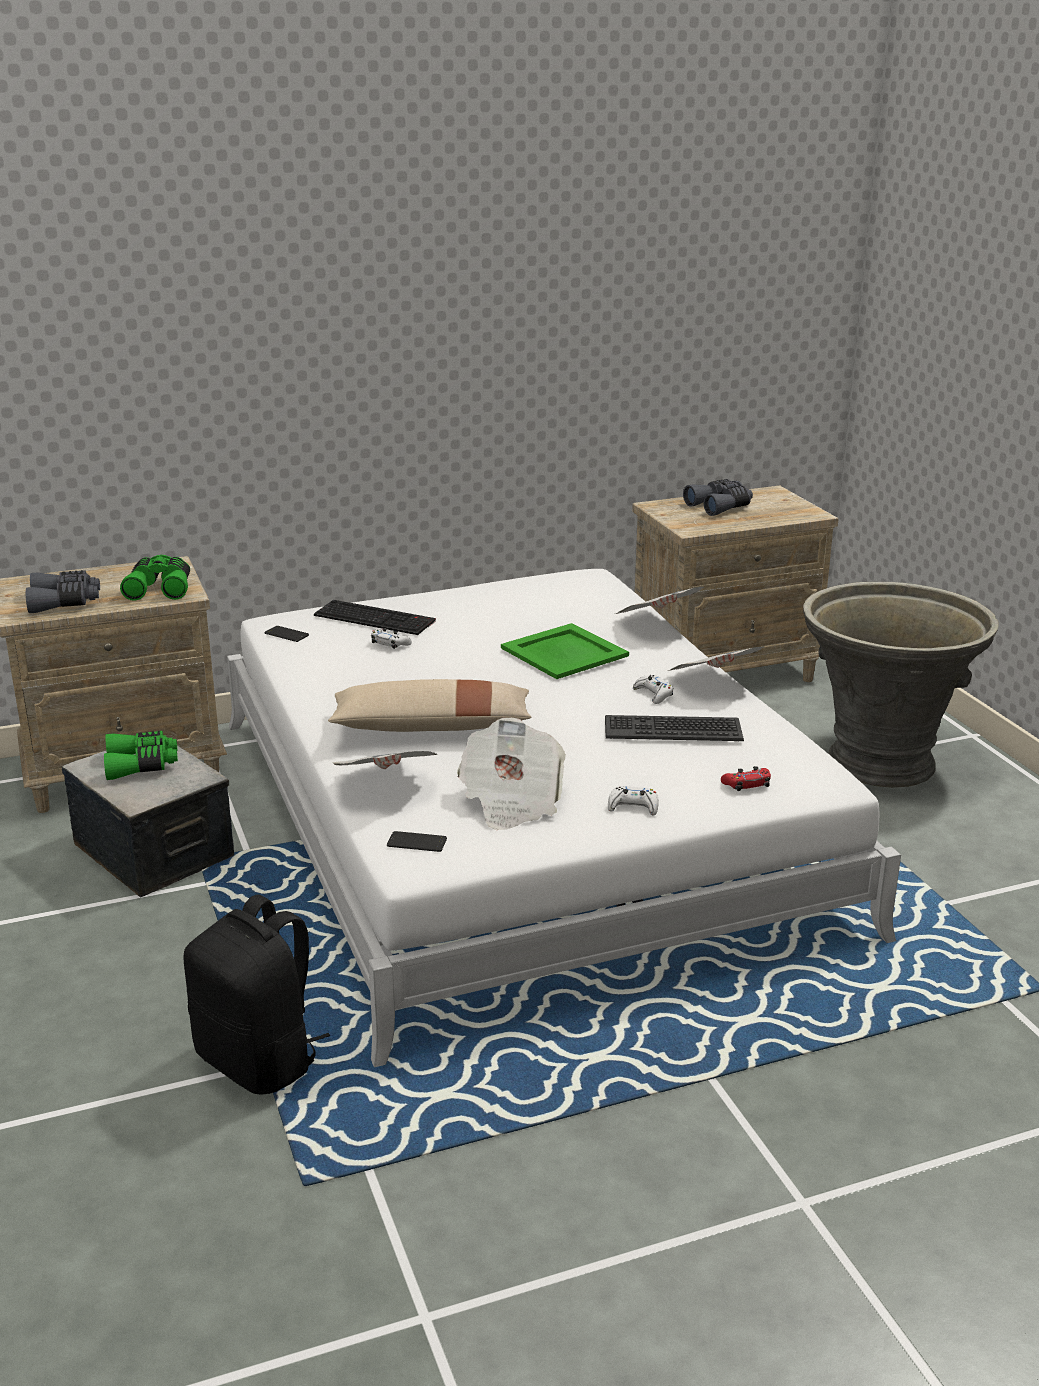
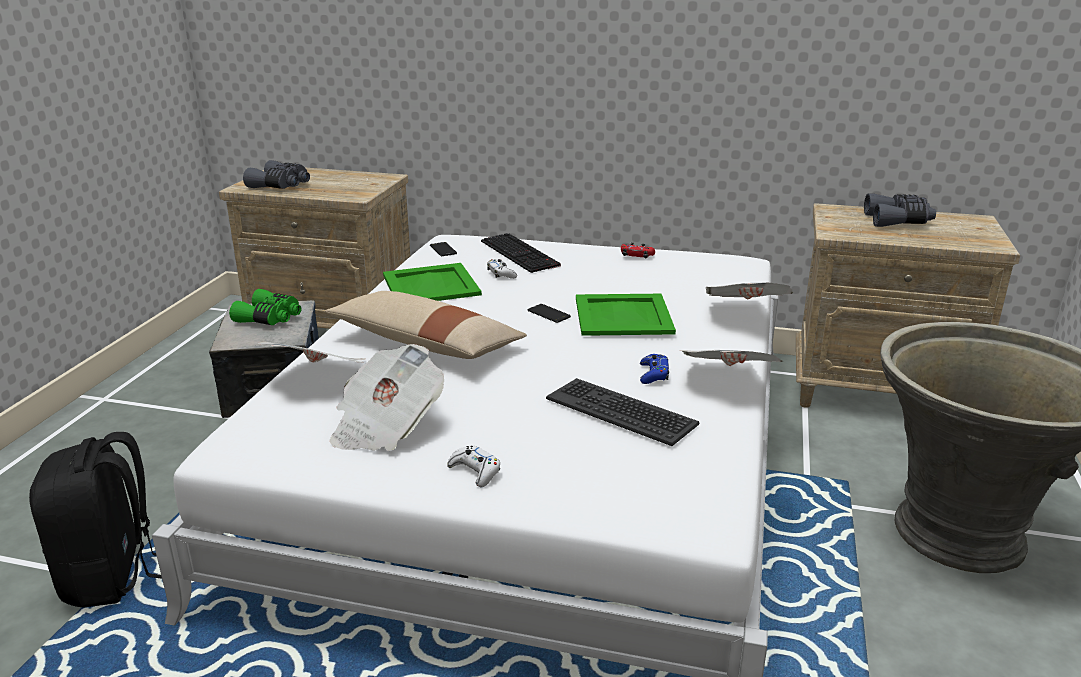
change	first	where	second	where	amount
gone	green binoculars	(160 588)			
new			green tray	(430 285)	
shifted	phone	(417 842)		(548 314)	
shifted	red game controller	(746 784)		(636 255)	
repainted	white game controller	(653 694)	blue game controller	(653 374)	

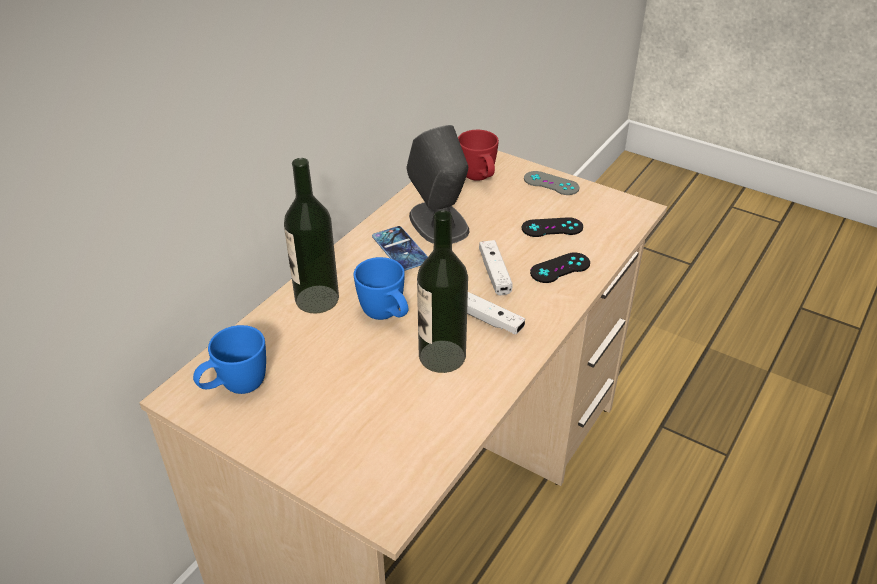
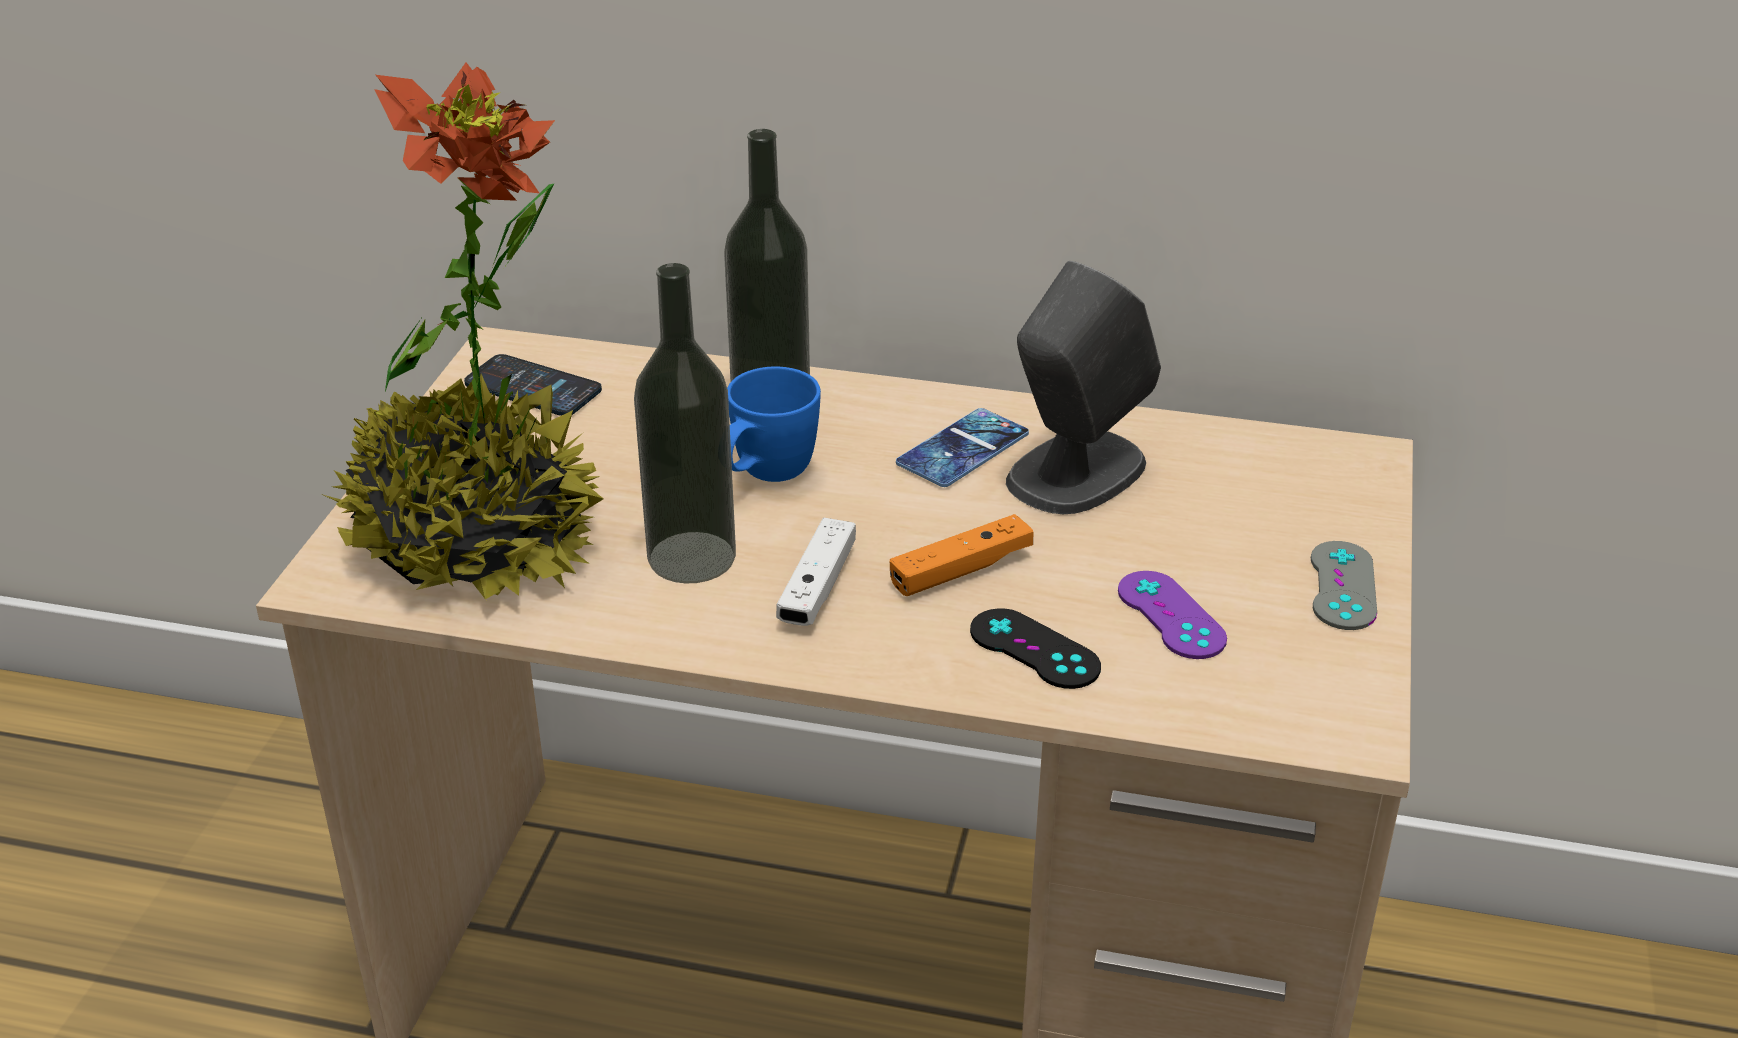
change	first	where	second	where	amount
gone	red mug	(479 179)			
new			potted plant	(476 539)	
swapped	blue mug	(235 388)	phone	(533 388)	
repainted	white game controller	(494 273)	orange game controller	(961 569)	
repainted	black game controller	(552 228)	purple game controller	(1171 615)	

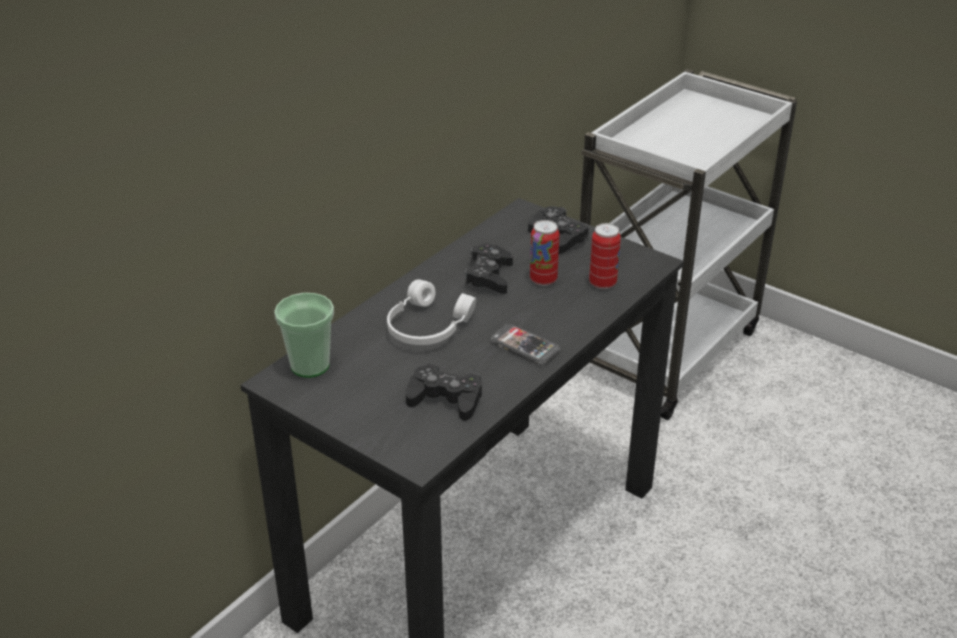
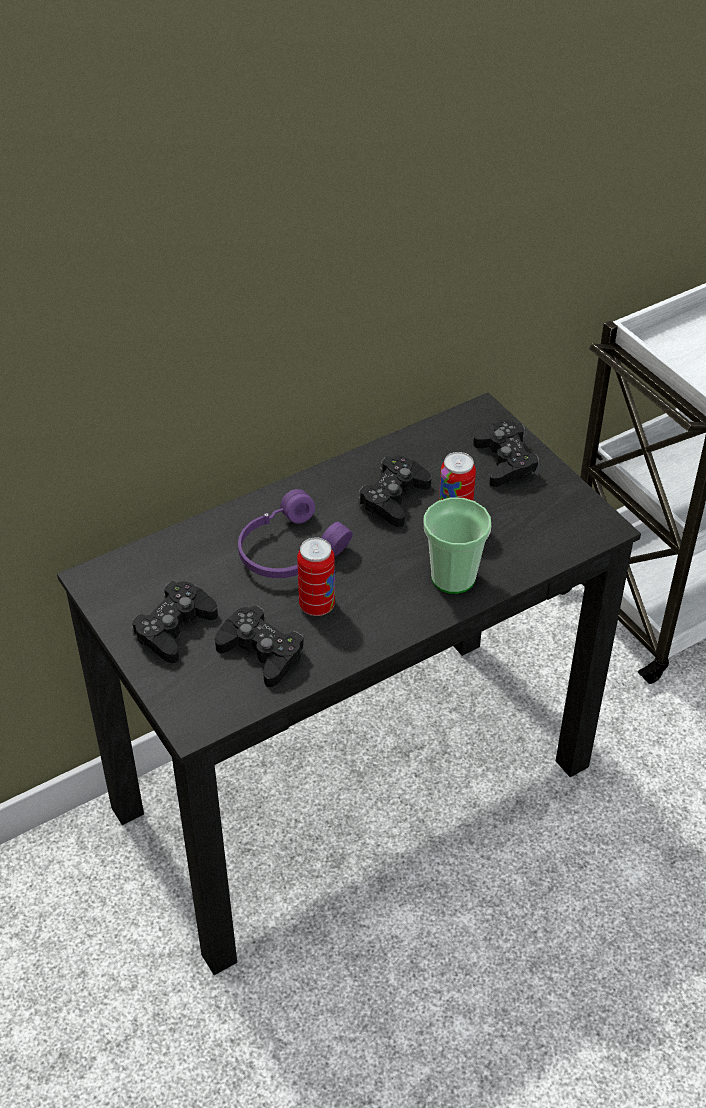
change	first	where	second	where	amount
gone	phone	(525 347)			
new			black game controller	(174 628)	
shifted	cup	(310 365)		(453 577)	
shifted	can	(602 283)		(317 605)	
repainted	white headphones	(426 327)	purple headphones	(288 550)	

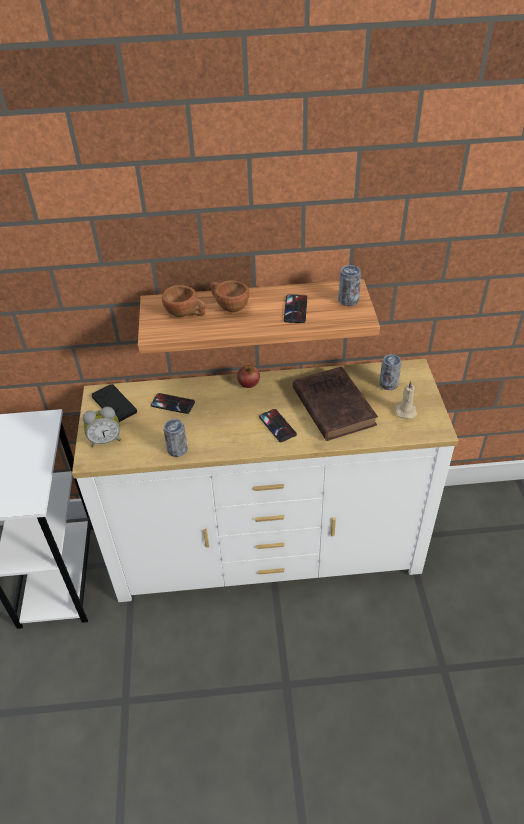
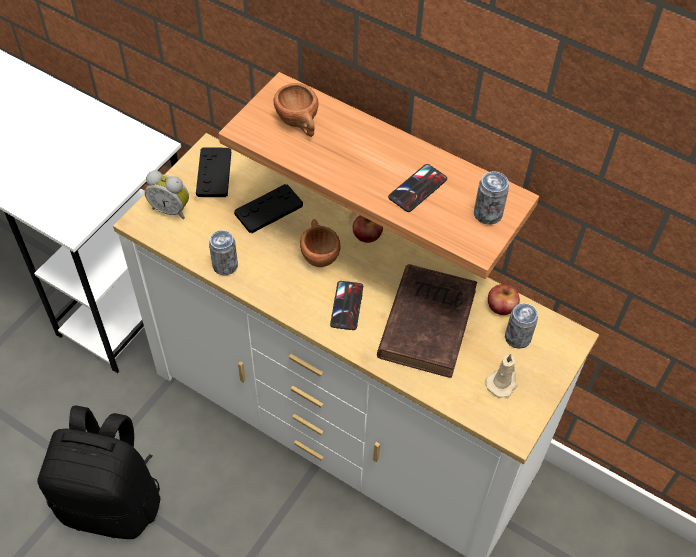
change	first	where	second	where	amount
new			black backpack	(113 502)	
new			apple	(501 305)	
shifted	brown cup	(229 306)		(319 252)	
swapped	phone	(173 404)	black game controller	(268 209)	

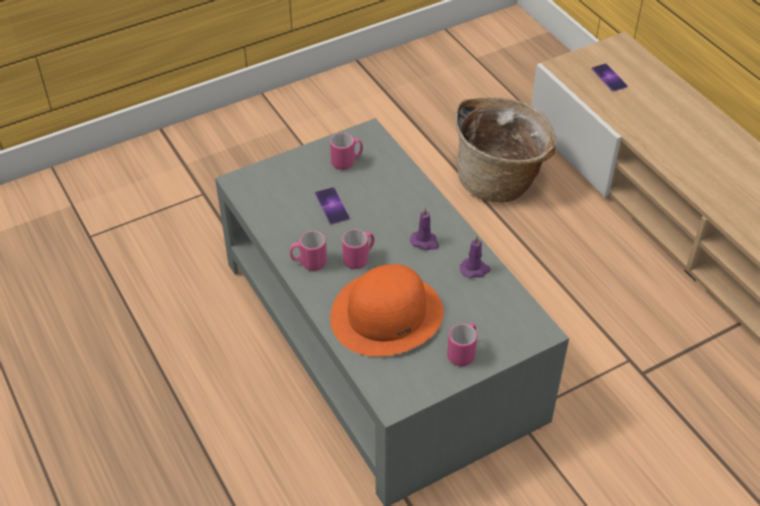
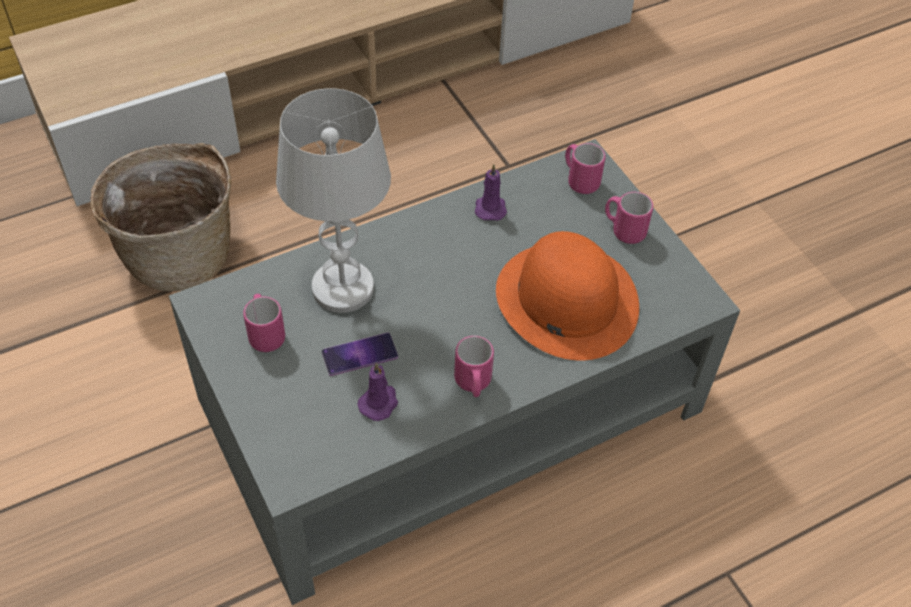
change	first	where	second	where	amount
gone	phone	(609 77)			
new			white table lamp	(342 288)	
shifted	pink mug	(359 258)		(579 180)	
shifted	purple candle	(425 242)		(379 402)	

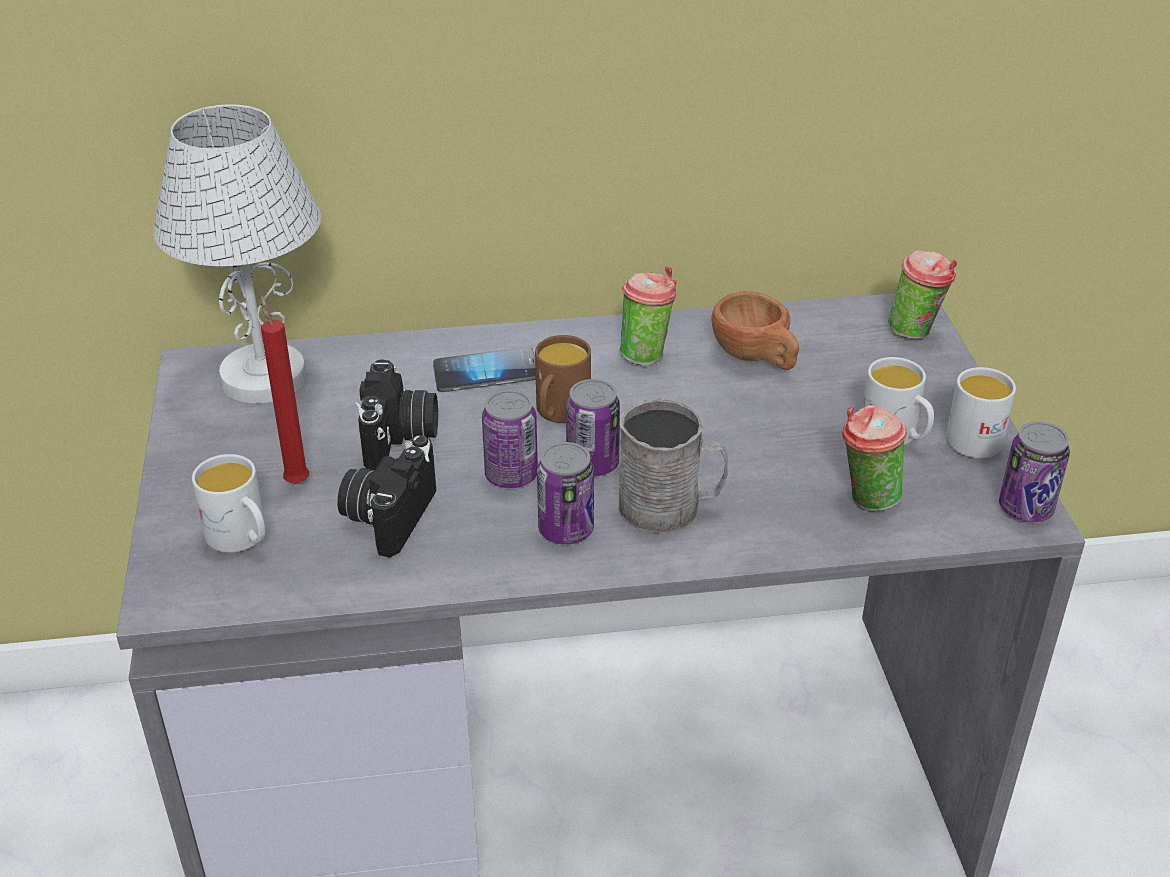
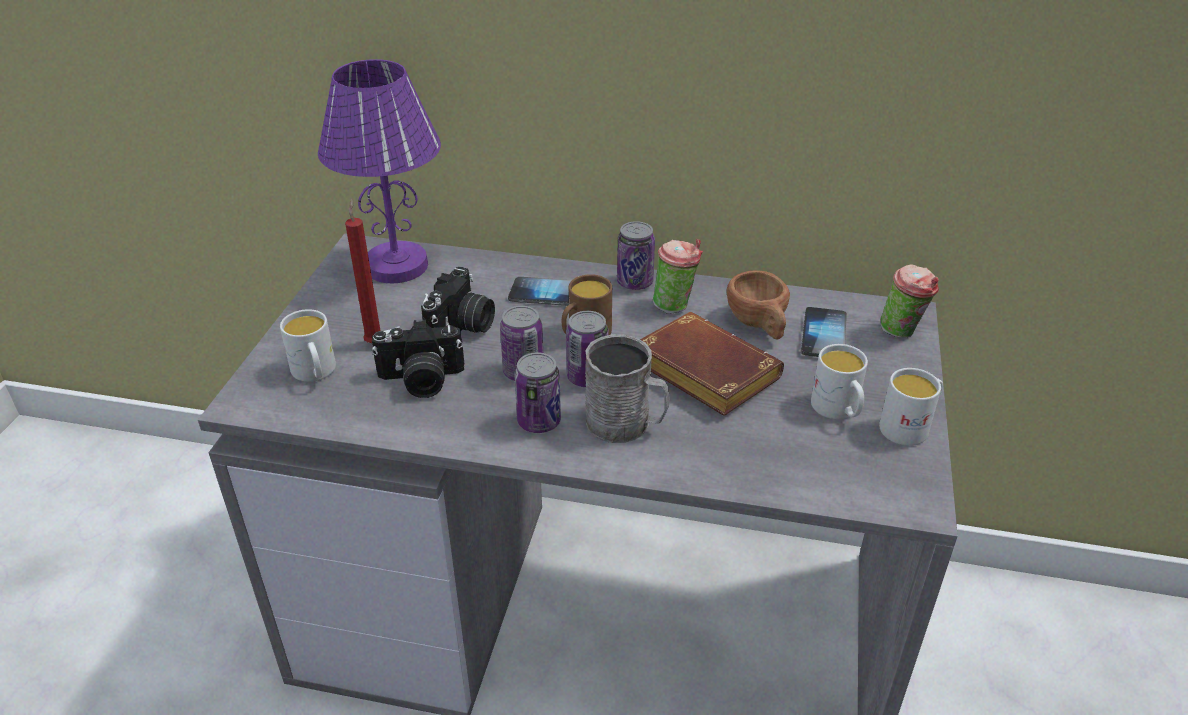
change	first	where	second	where	amount
gone	cup	(865 499)			
new			brown book	(700 372)	
new			phone	(823 335)	
shifted	can	(1025 508)		(635 282)	
repainted	white table lamp	(264 376)	purple table lamp	(397 265)	
rotated	photo camera	(388 515)		(421 381)	135 degrees counterclockwise

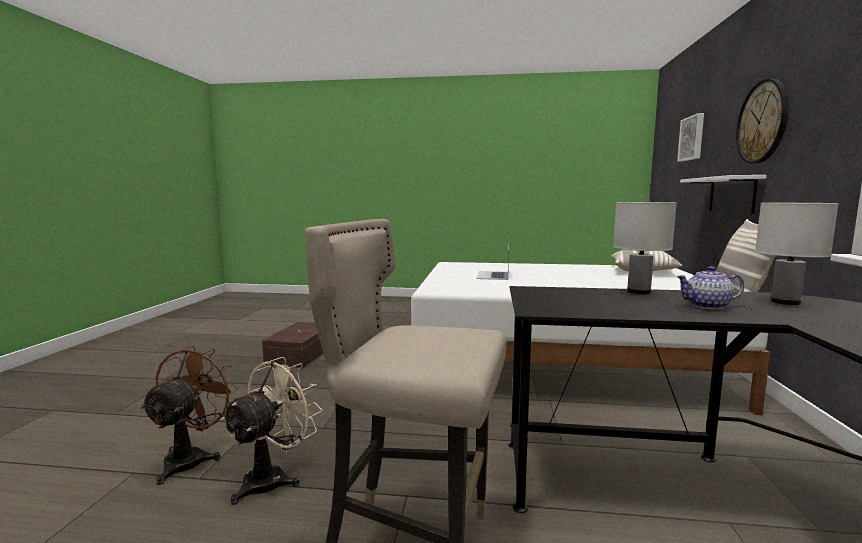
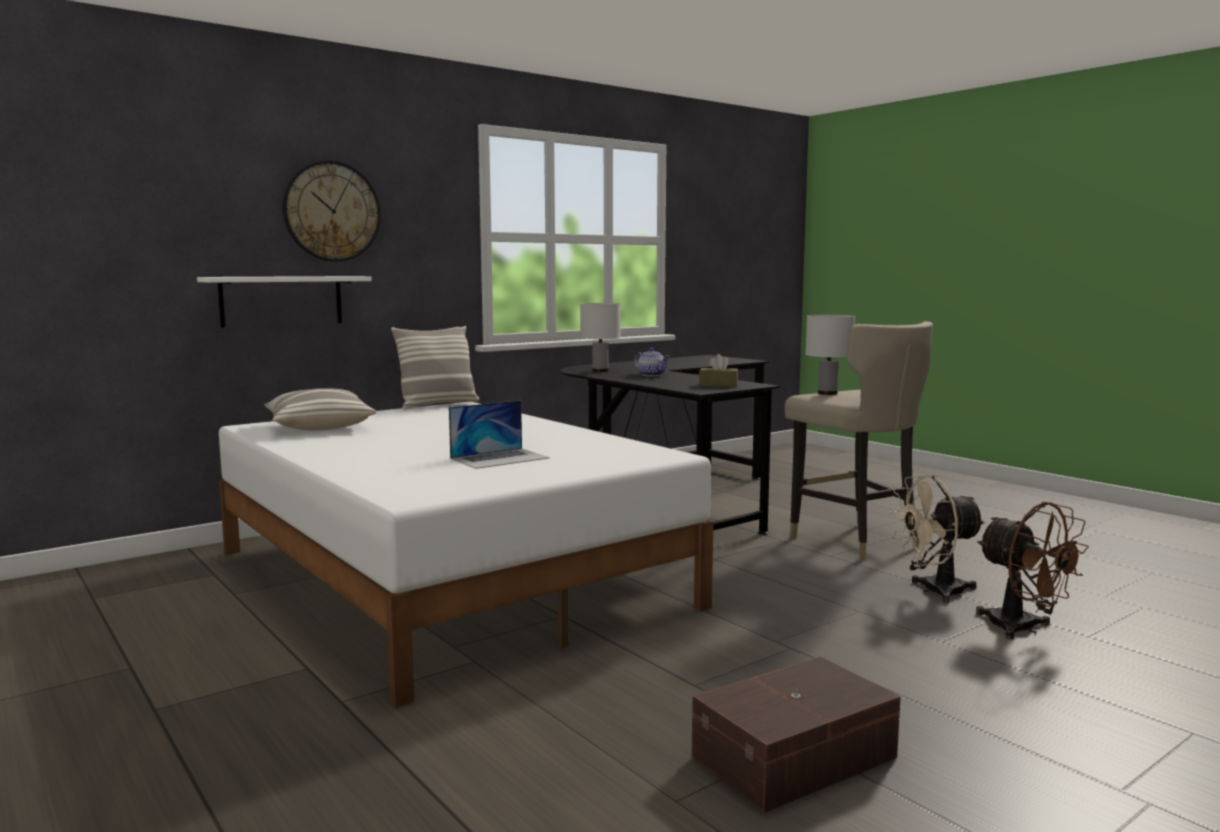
change	first	where	second	where	amount
gone	picture	(692 138)			
new			brown tissue box	(718 385)	
shifted	white table lamp	(638 292)		(827 393)	
rotated	brown fan	(191 458)		(1023 629)	90 degrees counterclockwise

